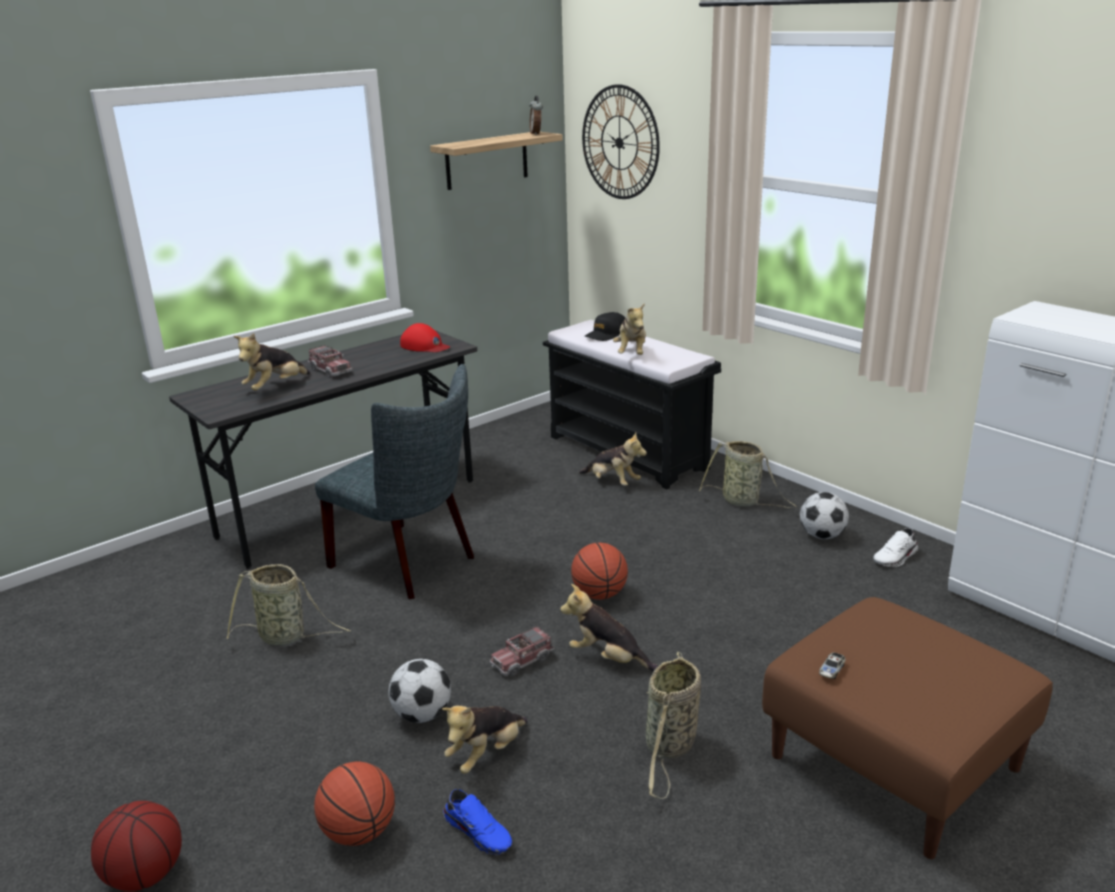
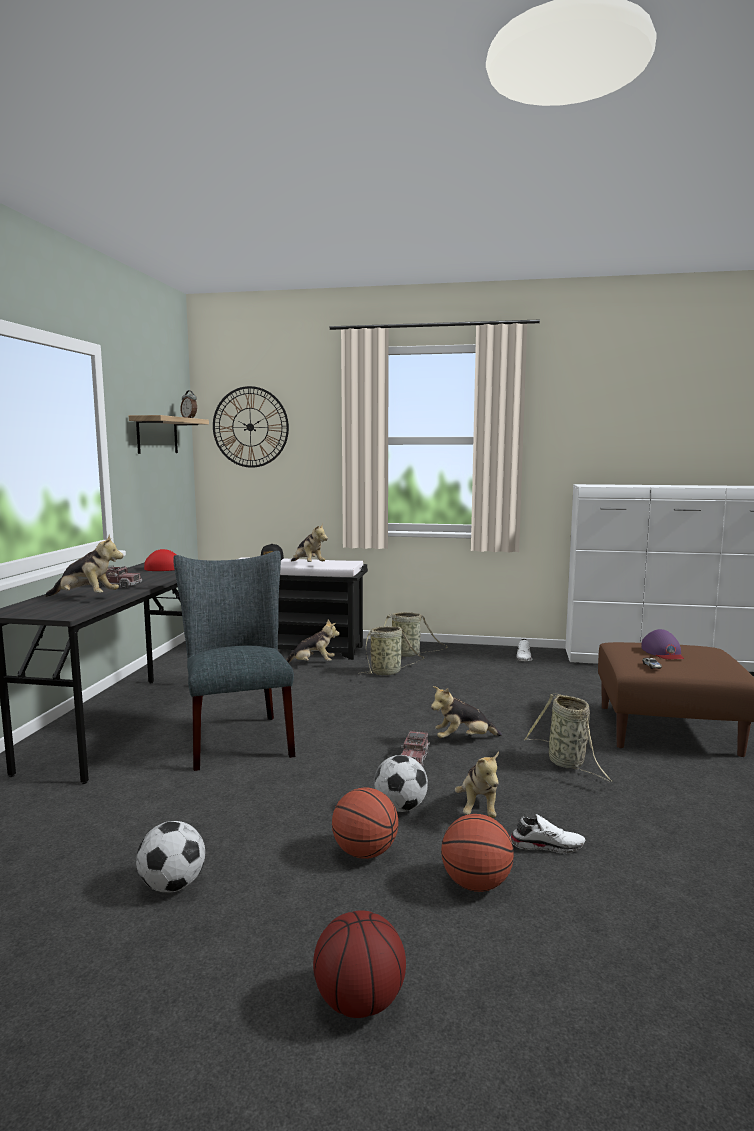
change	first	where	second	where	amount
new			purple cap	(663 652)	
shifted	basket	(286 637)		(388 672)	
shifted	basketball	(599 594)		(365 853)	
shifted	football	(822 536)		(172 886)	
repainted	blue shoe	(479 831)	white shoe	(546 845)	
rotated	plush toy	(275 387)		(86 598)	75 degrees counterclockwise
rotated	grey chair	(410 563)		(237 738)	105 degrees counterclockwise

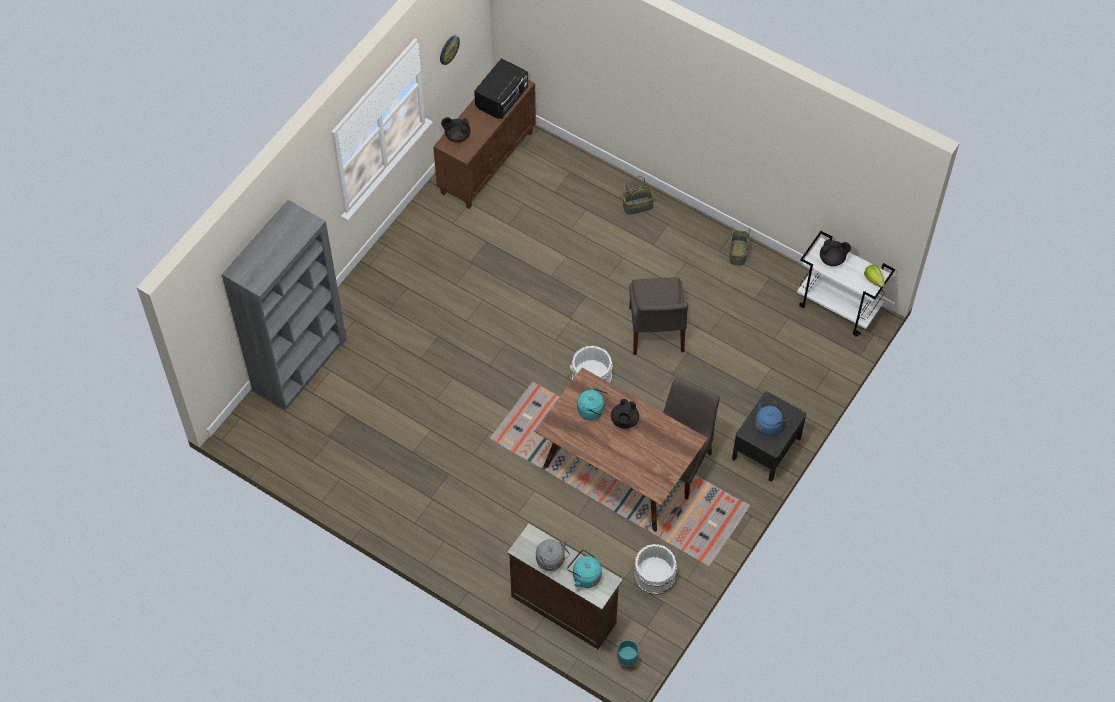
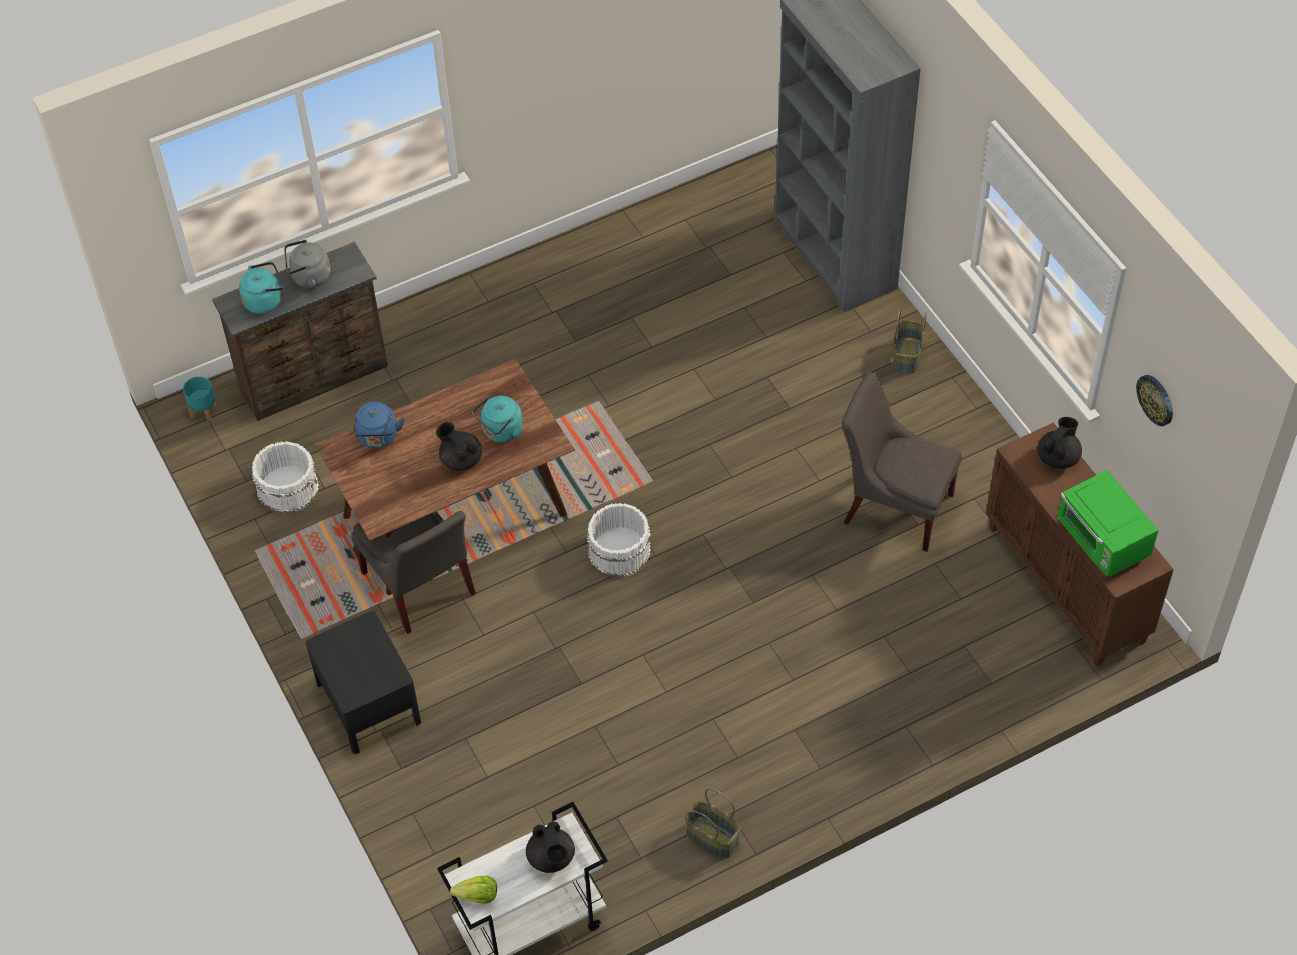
change	first	where	second	where	amount
shifted	basket	(638 205)		(907 356)	
shifted	grey chair	(656 332)		(894 505)	
shifted	blue kettle	(769 424)		(378 438)	
repainted	black microwave	(502 99)	green microwave	(1102 541)	
rotated	black teapot	(832 259)		(551 858)	60 degrees counterclockwise

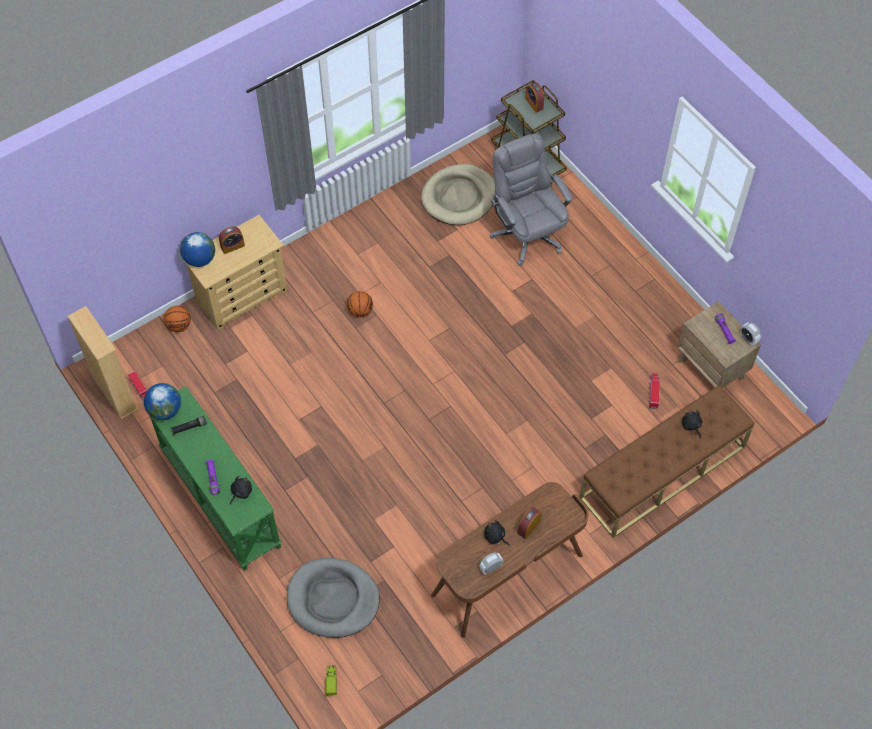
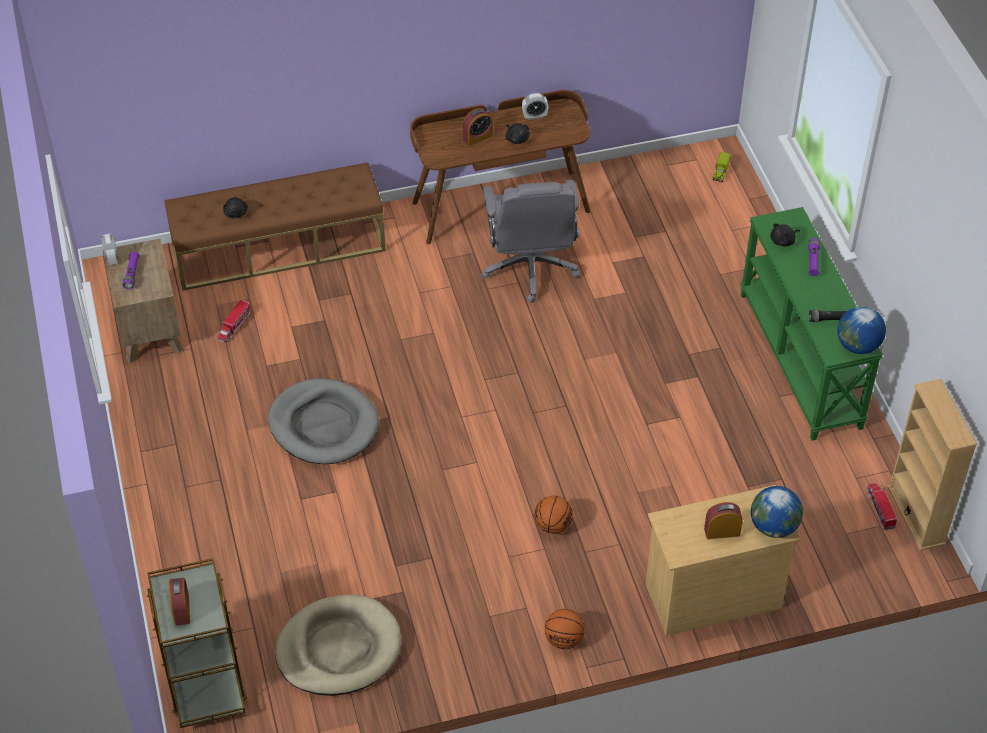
change	first	where	second	where	amount
shifted	basketball	(179 326)		(564 639)	
shifted	grey dog bed	(333 599)		(324 425)	
shifted	grey office chair	(527 234)		(530 268)	

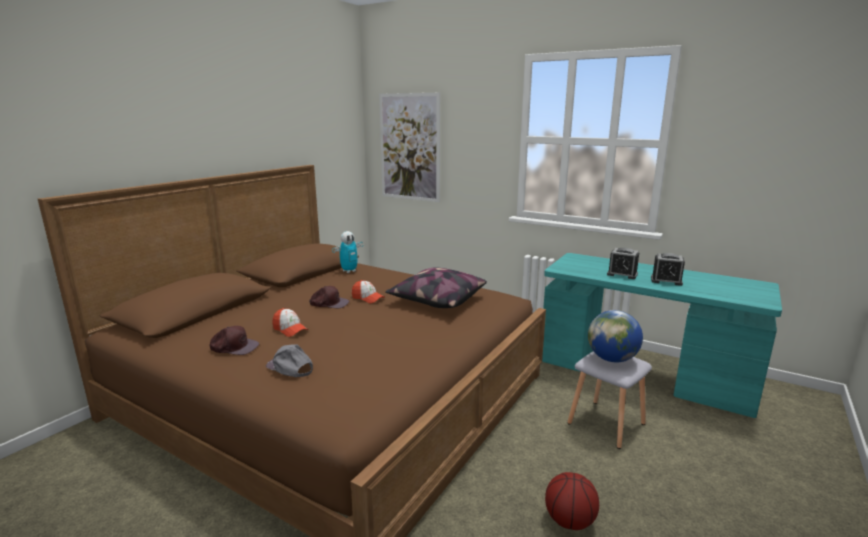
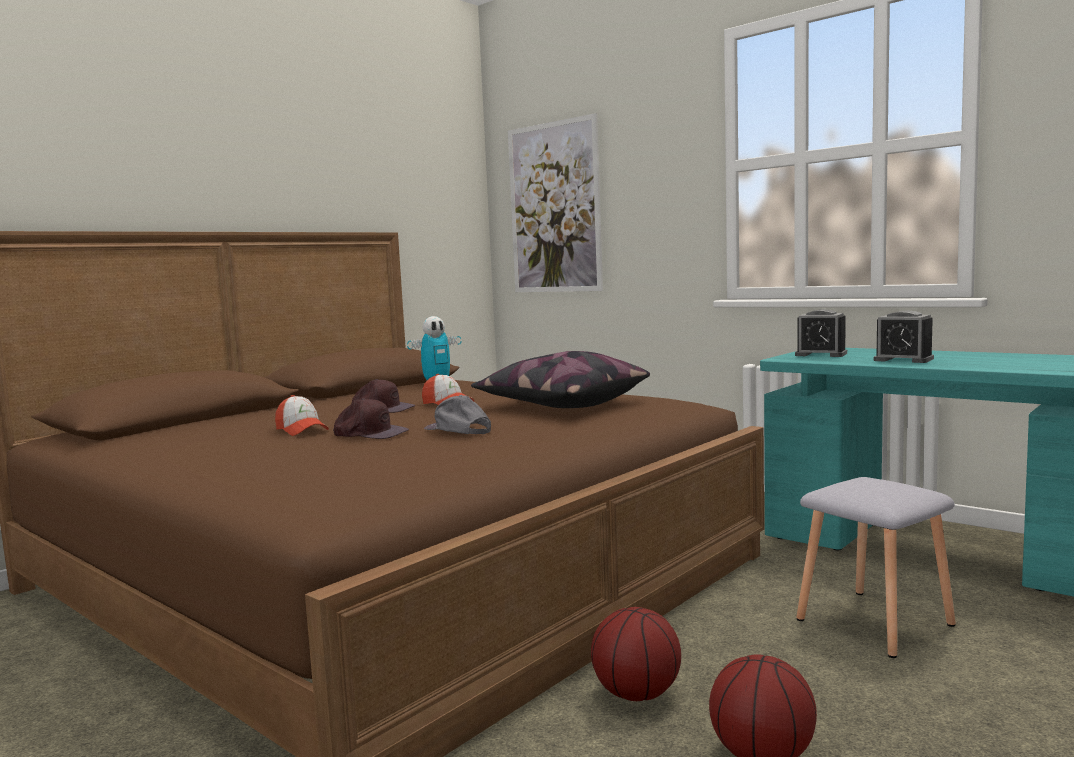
change	first	where	second	where	amount
gone	globe	(611 359)			
new			basketball	(637 695)	
shifted	brown cap	(234 347)		(370 433)	
shifted	grey cap	(290 368)		(458 430)	
shifted	alarm clock	(666 281)		(821 354)	

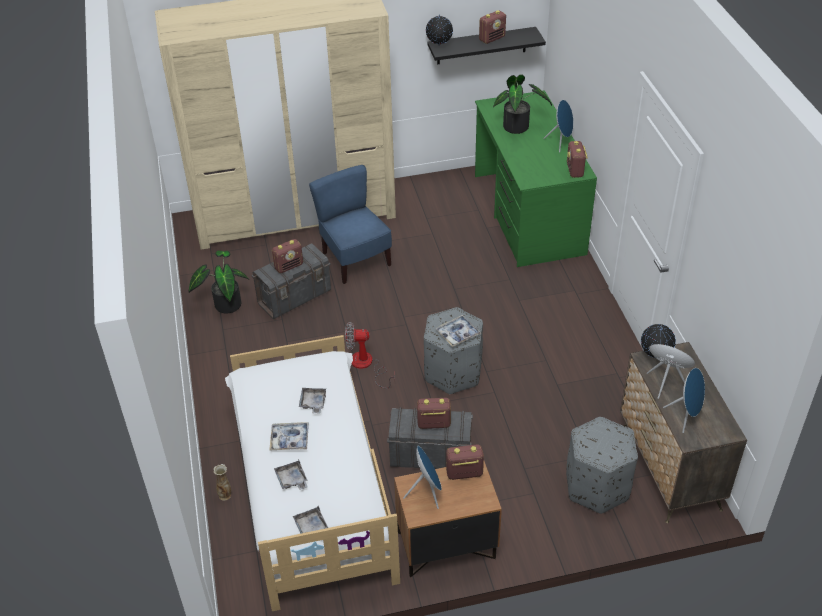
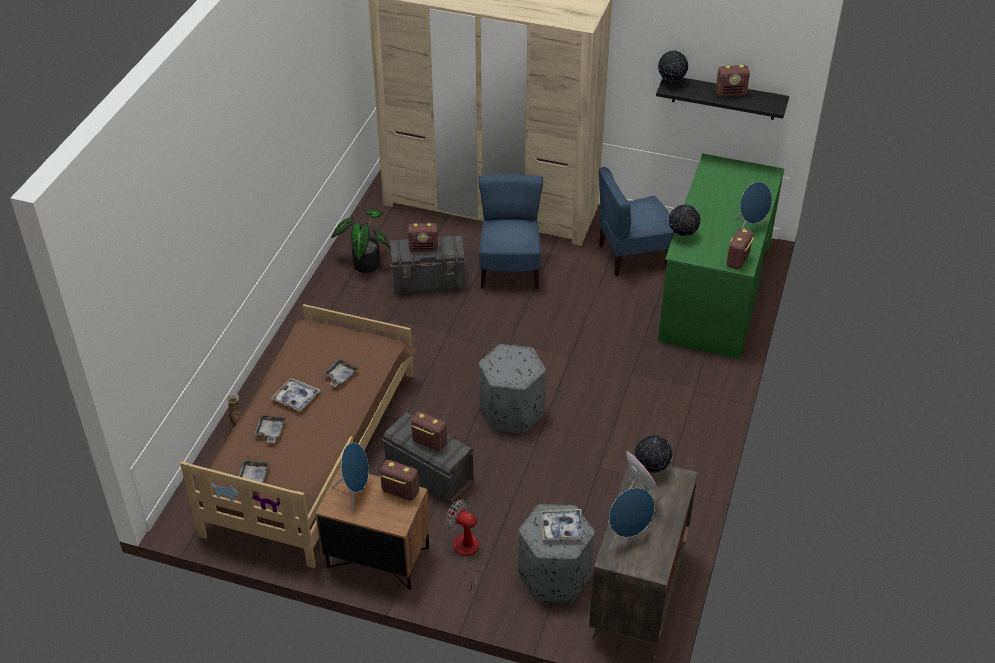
change	first	where	second	where	amount
gone	potted plant	(518 128)			
new			blue chair	(633 256)	
new			globe	(682 235)	
shifted	fan	(366 365)		(467 553)	
shifted	tray	(457 334)		(562 528)	
repainted	white bed	(311 483)	brown bed	(311 450)	

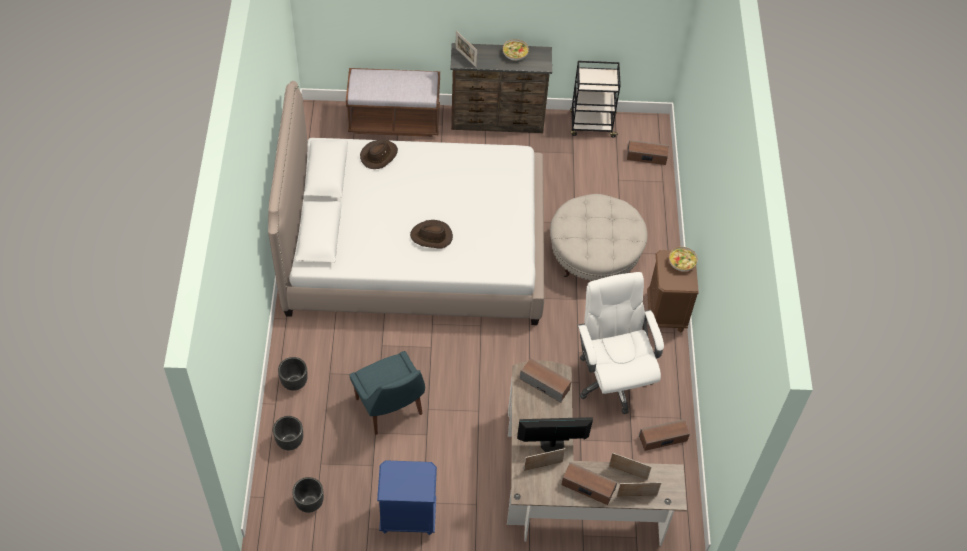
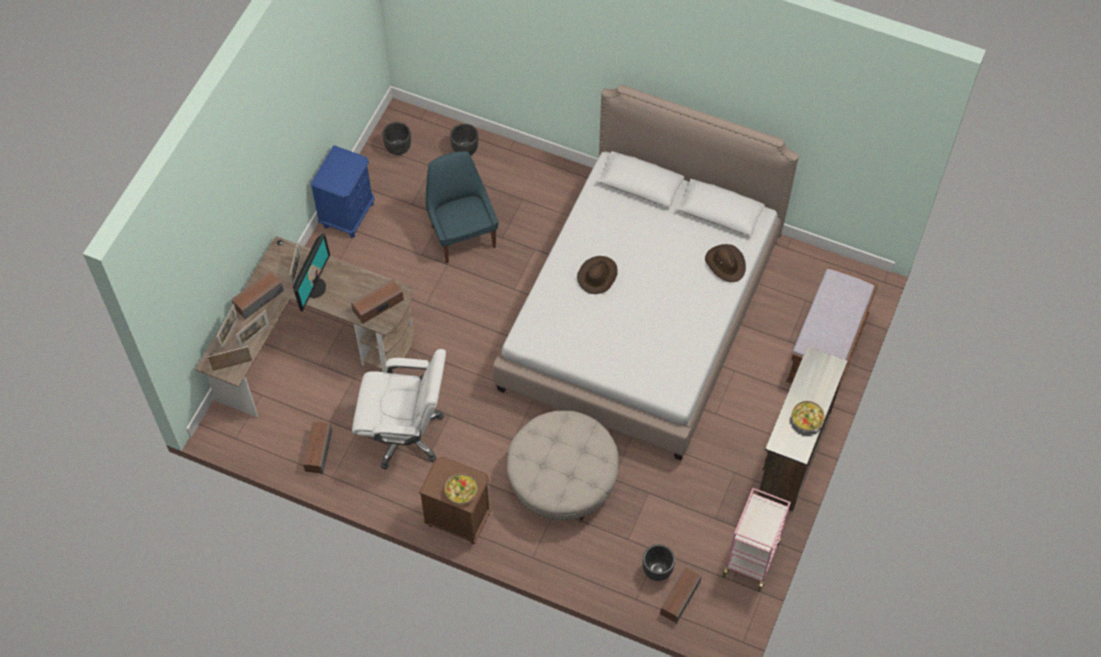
change	first	where	second	where	amount
shifted	black planter	(294 382)		(657 570)	
shifted	picture frame	(465 57)		(232 365)	
repainted	black cart	(591 125)	pink cart	(751 557)	
rotated	blue chair	(390 408)		(462 235)	75 degrees clockwise

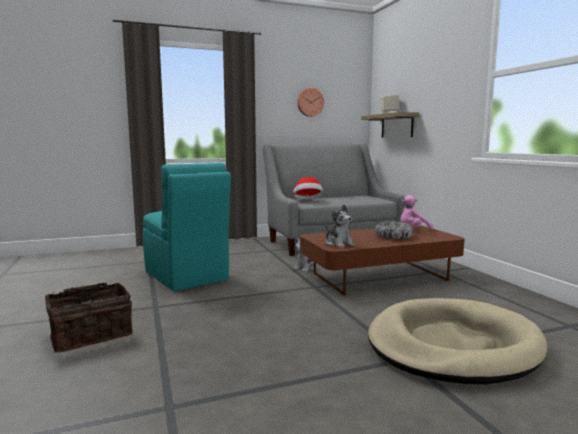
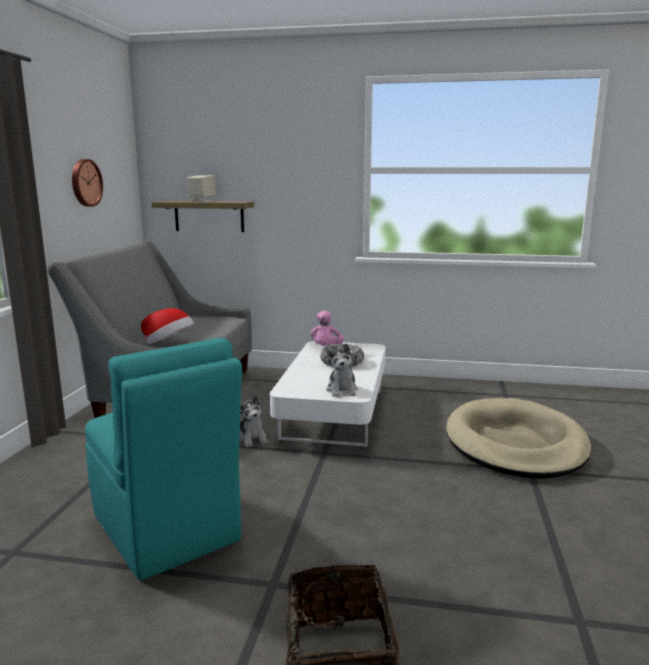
change	first	where	second	where	amount
repainted	brown coffee table	(379 277)	white coffee table	(334 414)	
rotated	turquoise chair	(187 277)		(166 530)	60 degrees clockwise
rotated	plush toy	(338 244)		(342 390)	90 degrees clockwise

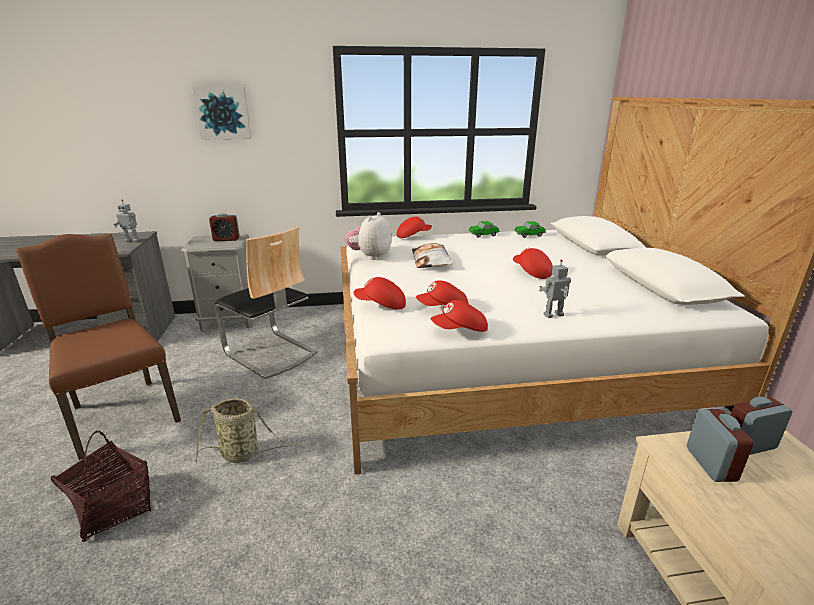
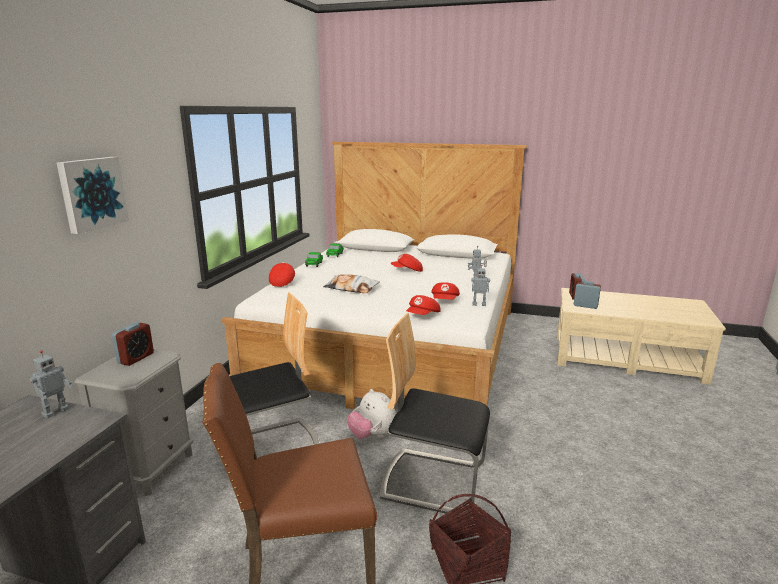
change	first	where	second	where	amount
shifted	plush toy	(370 256)		(372 435)	
swapped	basket	(243 454)	chair	(433 481)	
swapped	red cap	(460 330)	toy robot	(479 304)	

